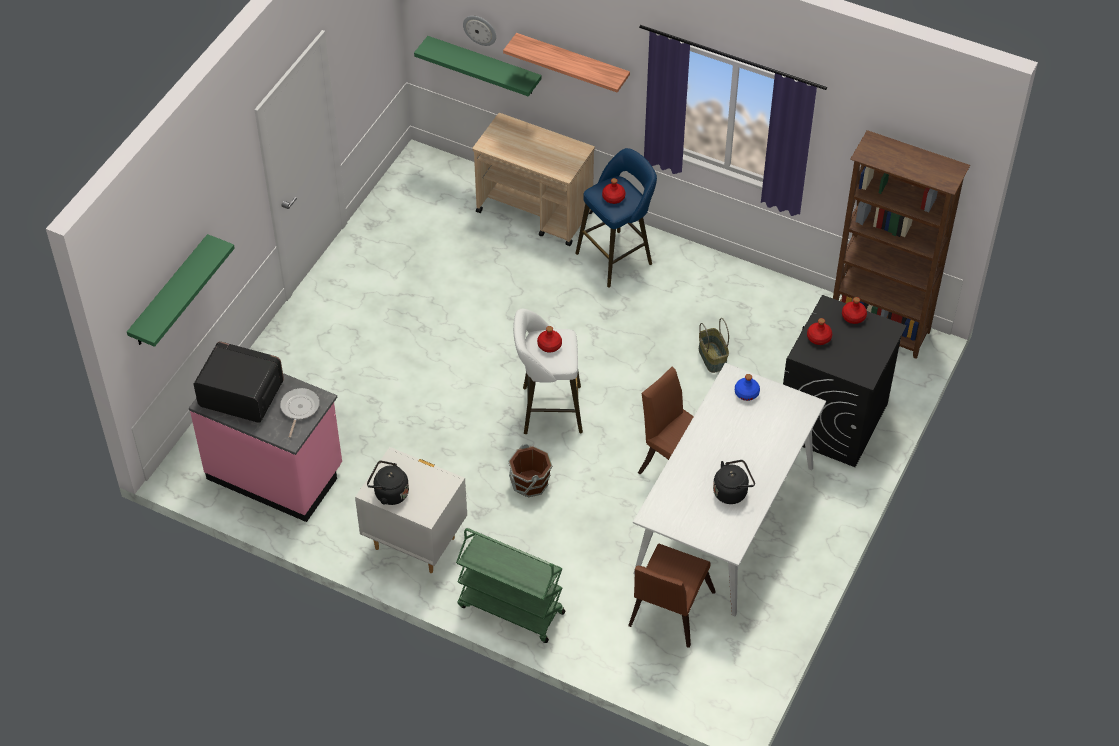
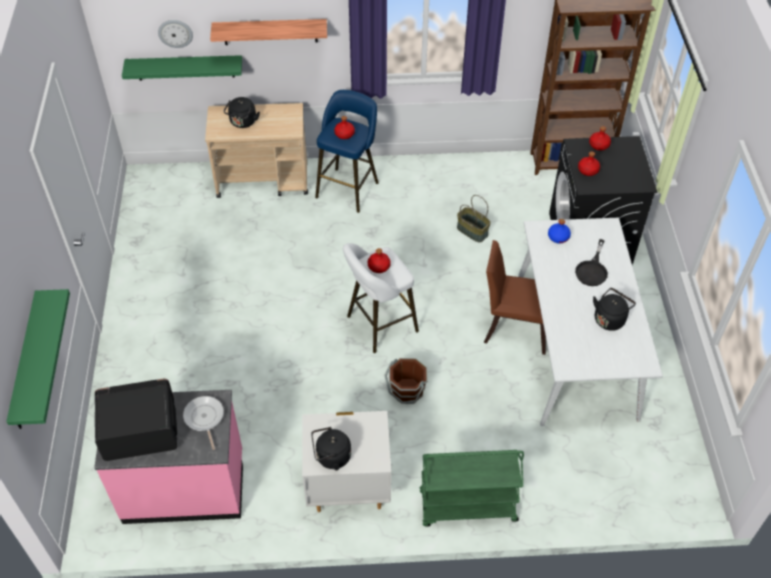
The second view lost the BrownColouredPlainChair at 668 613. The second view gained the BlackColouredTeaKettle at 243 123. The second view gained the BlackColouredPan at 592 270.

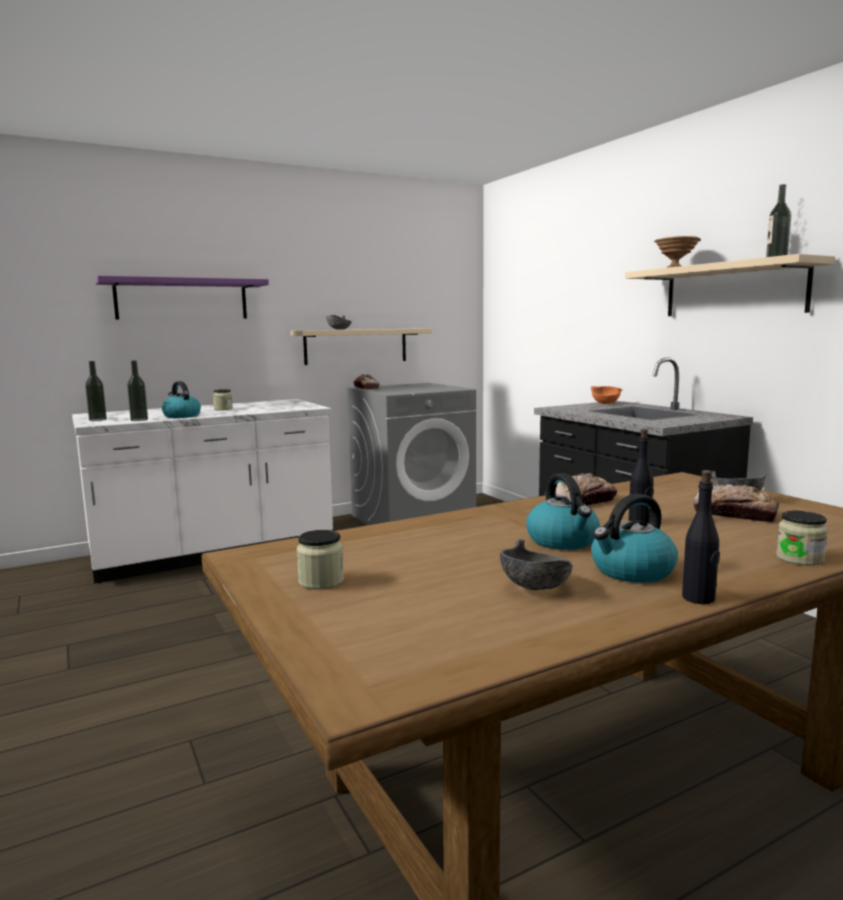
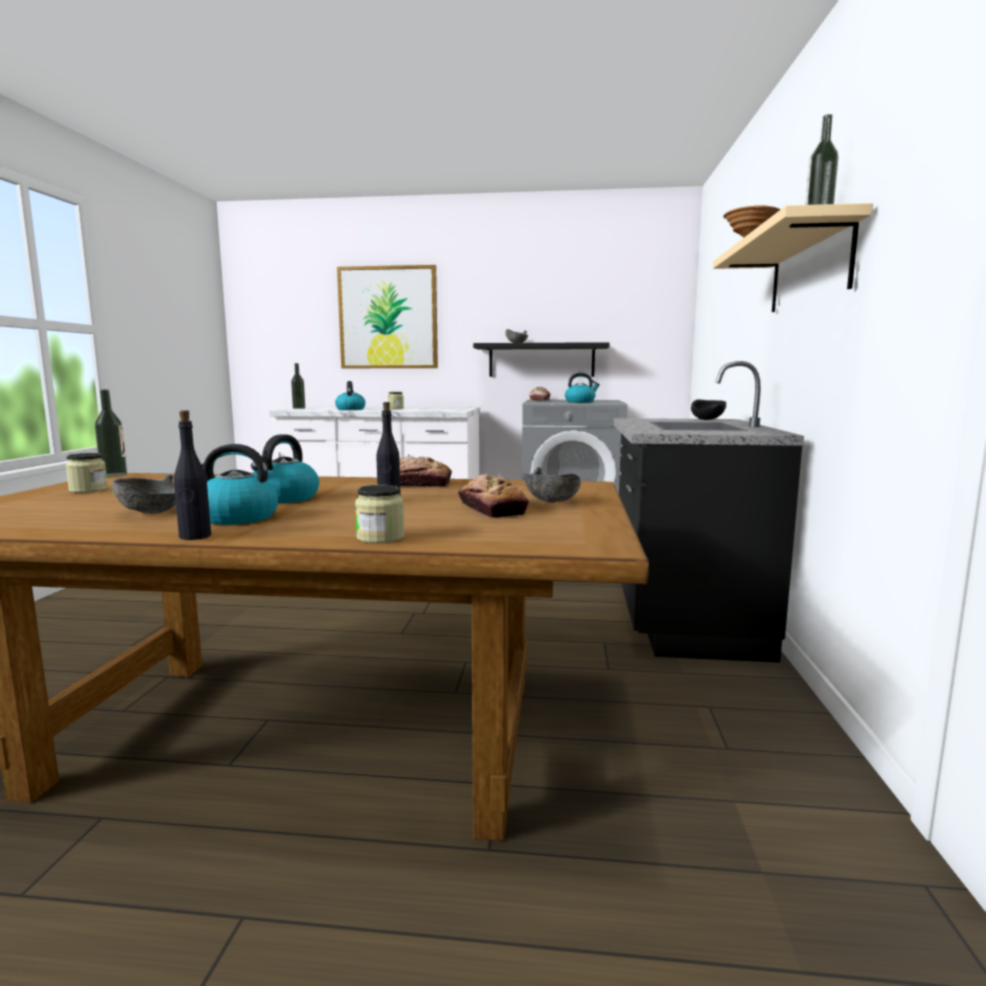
The second view gained the TeaKettle at 580 402. The DrinkBottle ended up elsewhere, having gone from 139 420 to 114 475. Where the PurpleWallShelf hung at 182 299, the WallPicture came to hang at 388 318. What was the BeigeColouredWallShelf at 356 346 turned into the BlackColouredWallShelf at 541 360. What was the OrangeBowl at 605 403 turned into the BlackColouredBowl at 707 419.

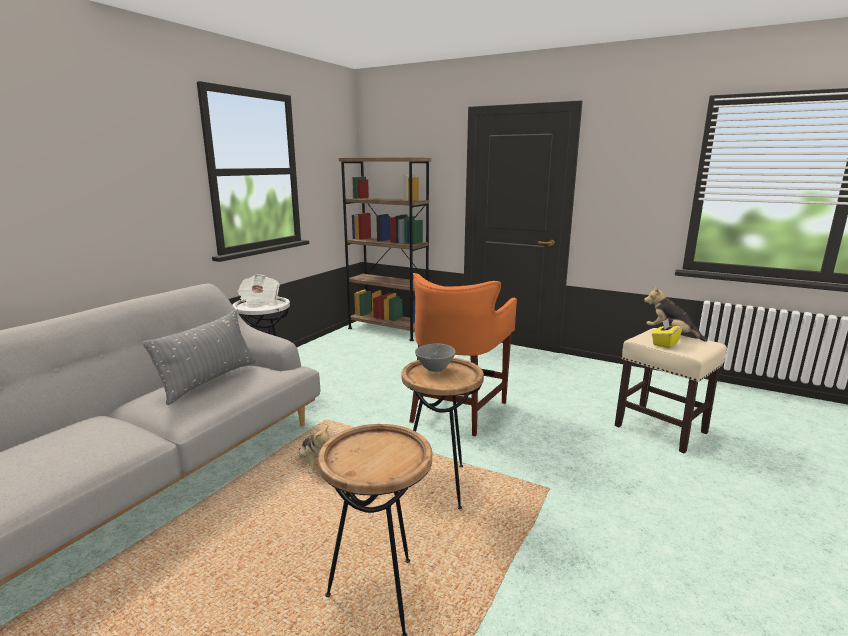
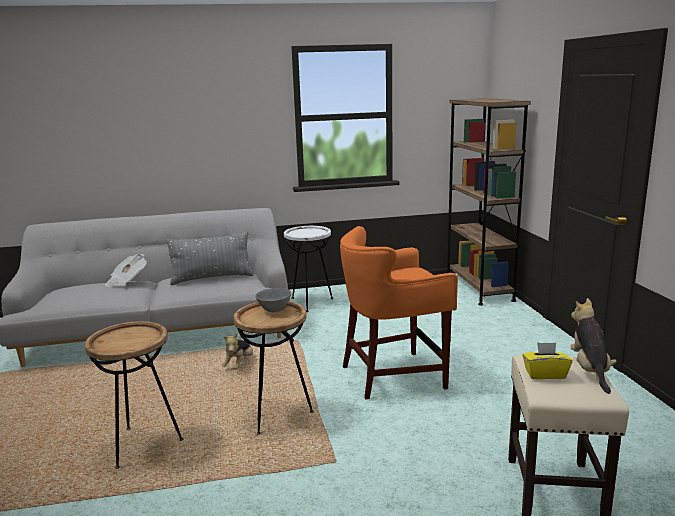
The DailyPaper ended up elsewhere, having gone from 259 302 to 127 281.

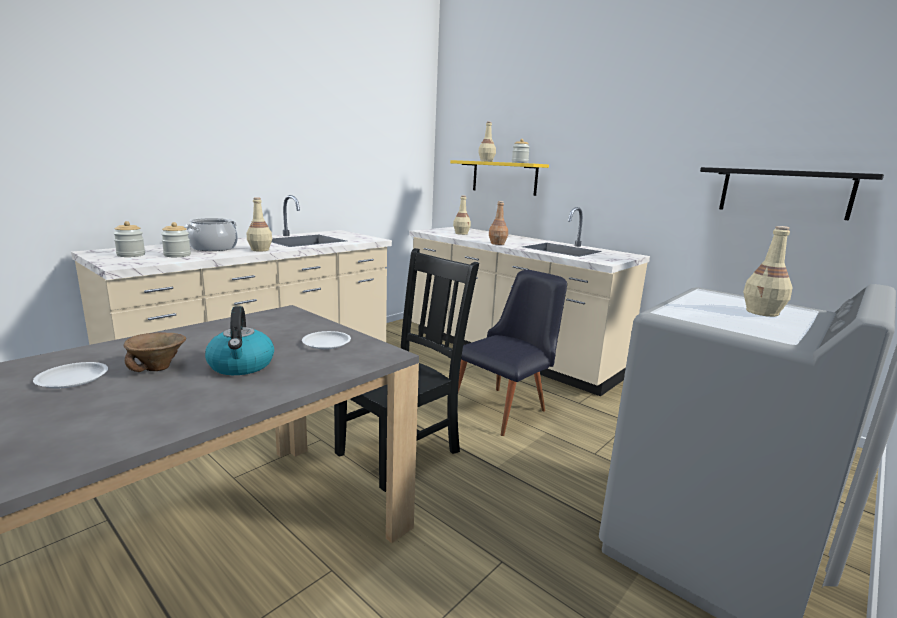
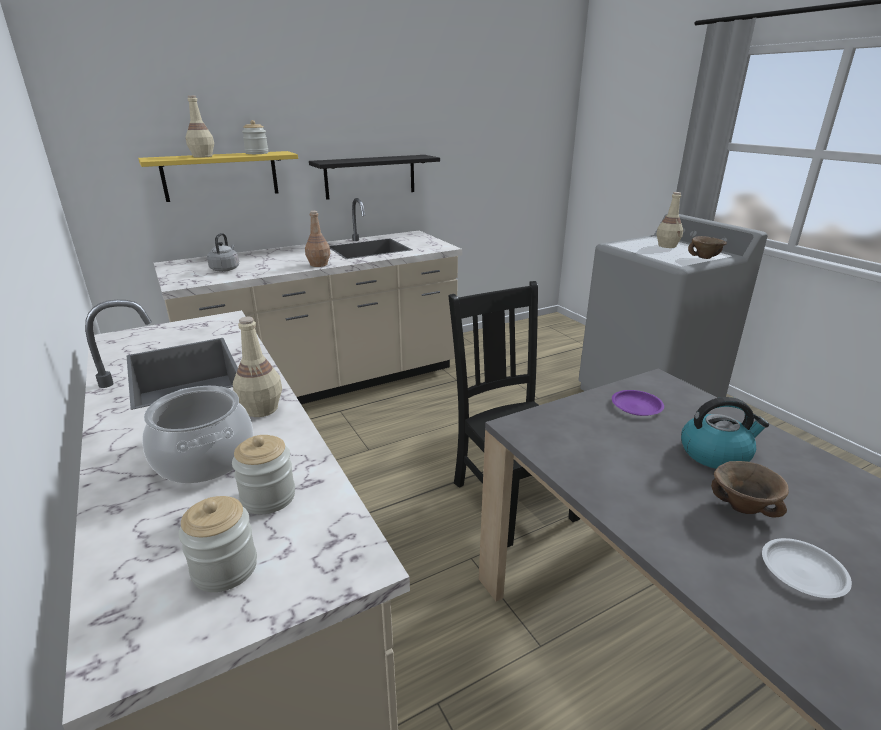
The second view lost the BlackColouredPlainChair at 506 407. The second view gained the BrownColouredBowl at 704 258. The BlackColouredWallShelf ended up elsewhere, having gone from 784 193 to 370 176. Where the BeigeColouredDrinkBottle stood at 461 233, the GreyishTeaKettle came to stand at 225 269. What was the WhiteColouredFlatDish at 327 343 turned into the PurpleFlatDish at 637 406.

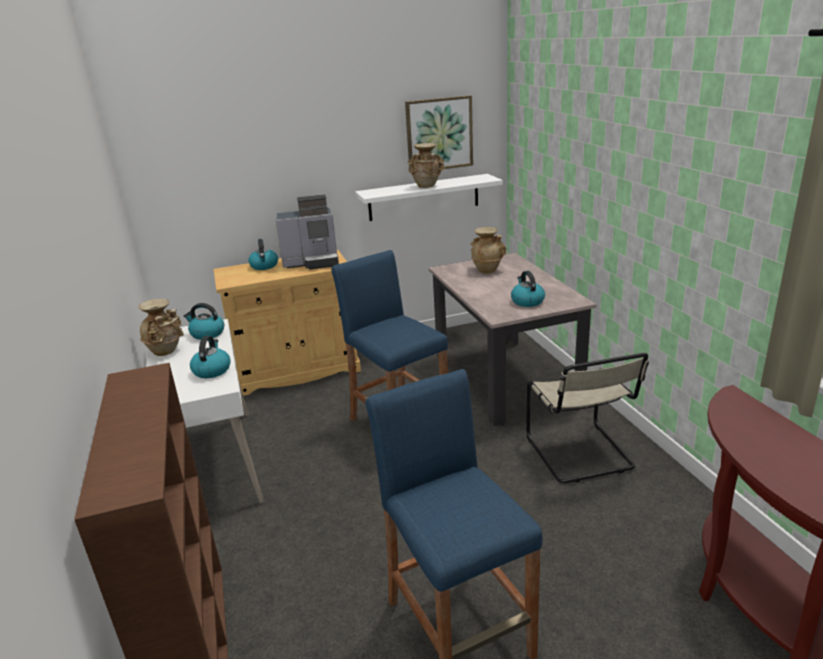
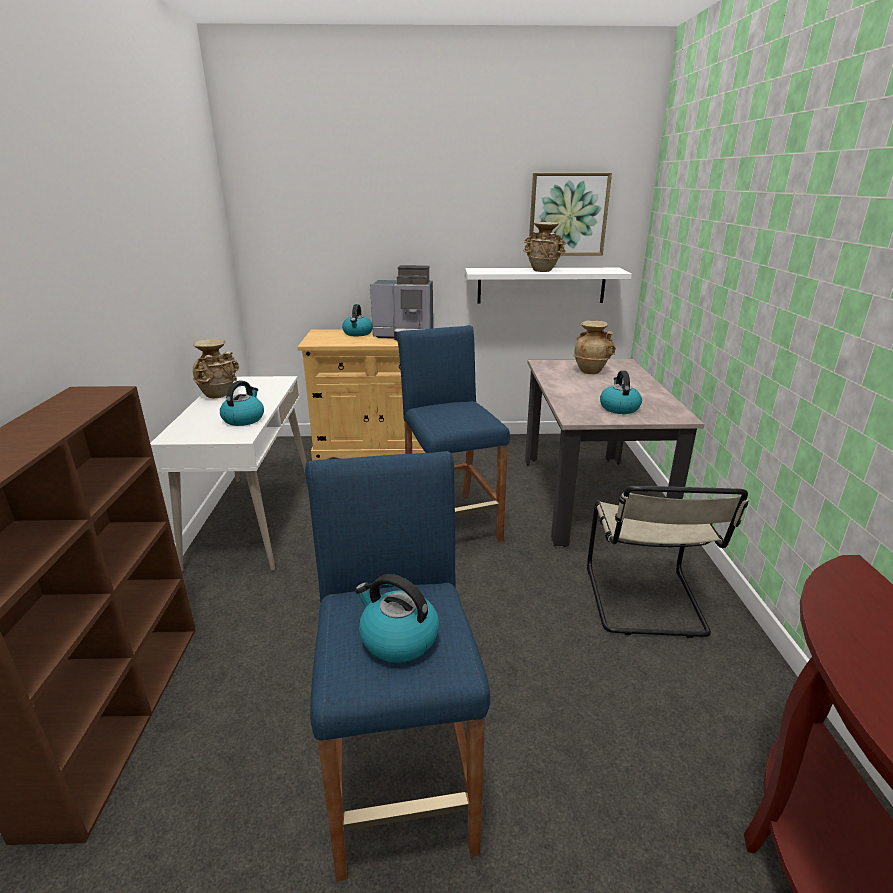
The TeaKettle ended up elsewhere, having gone from 207 334 to 398 638.

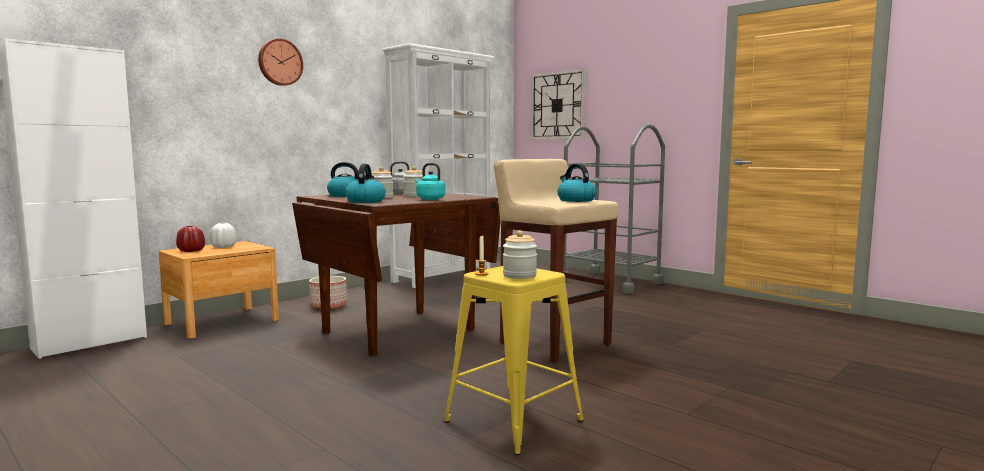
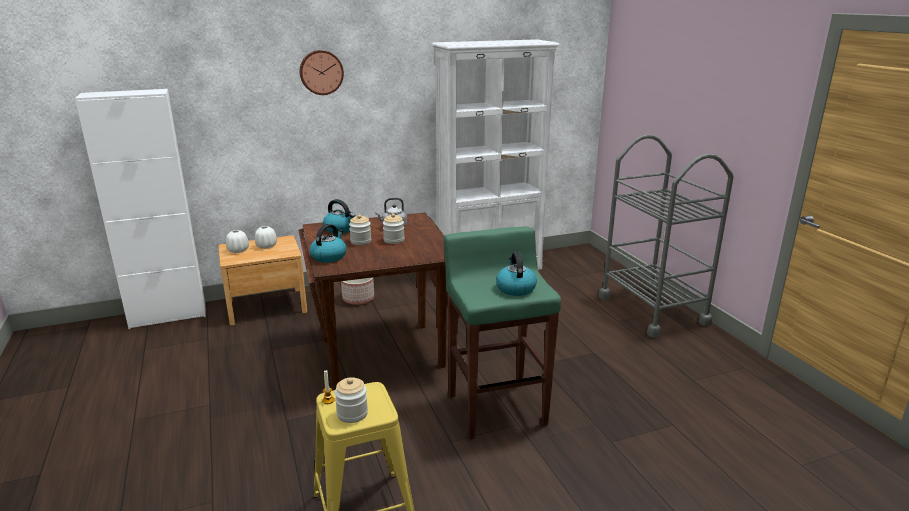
The second view lost the BlueGreenTeaKettle at 429 199. The second view lost the ClockOnTheWall at 557 105. What was the RedDecorativeVase at 191 251 turned into the WhiteColouredDecorativeVase at 238 250. What was the BeigeColouredStool at 554 343 turned into the GreenColouredStool at 496 408.

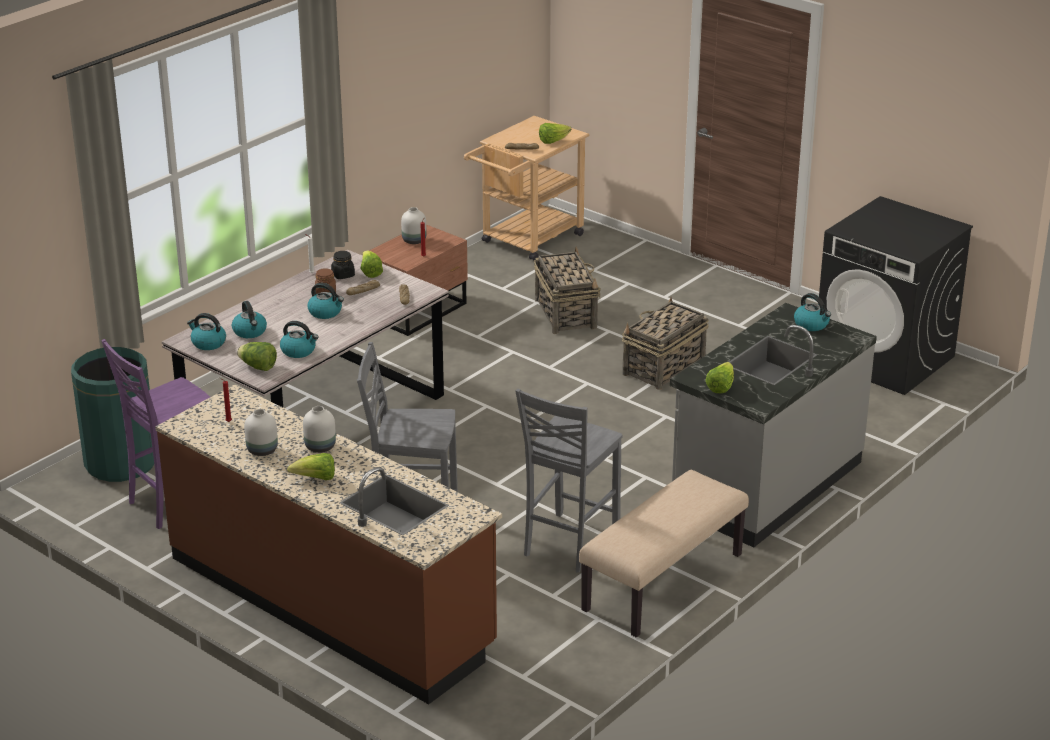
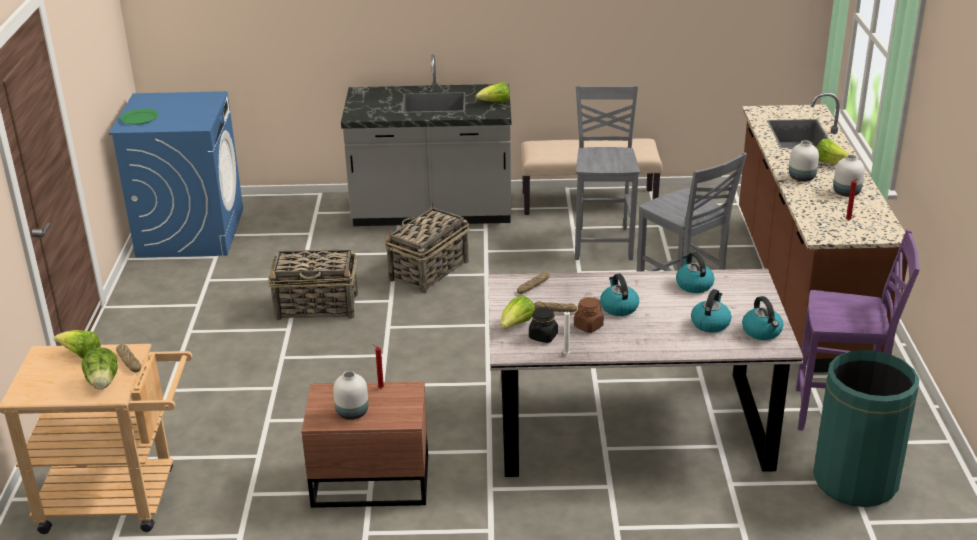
The second view lost the TeaKettle at 812 324. The second view gained the GreenColouredFlatDish at 140 118. The HeadOfLettuce ended up elsewhere, having gone from 258 367 to 103 383. The Basket ended up elsewhere, having gone from 565 313 to 428 271. What was the BlackColouredLaundryMachine at 885 358 turned into the BlueLaundryMachine at 190 232. The GreyishPlainChair at 568 544 ended up facing another way, 75 degrees counterclockwise from before.

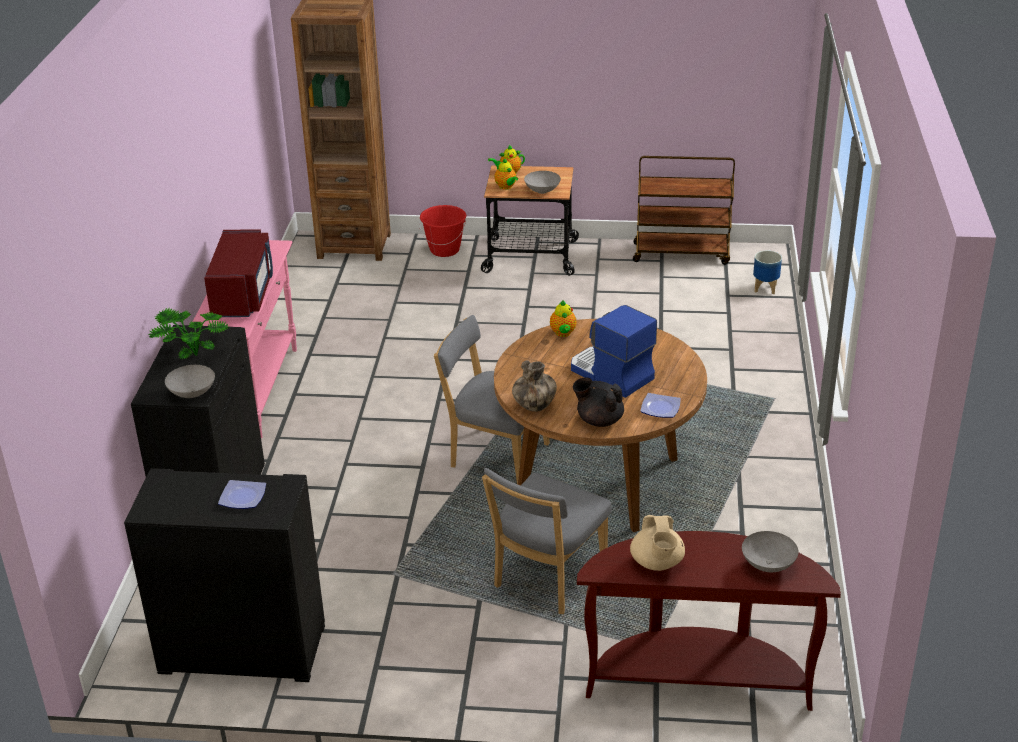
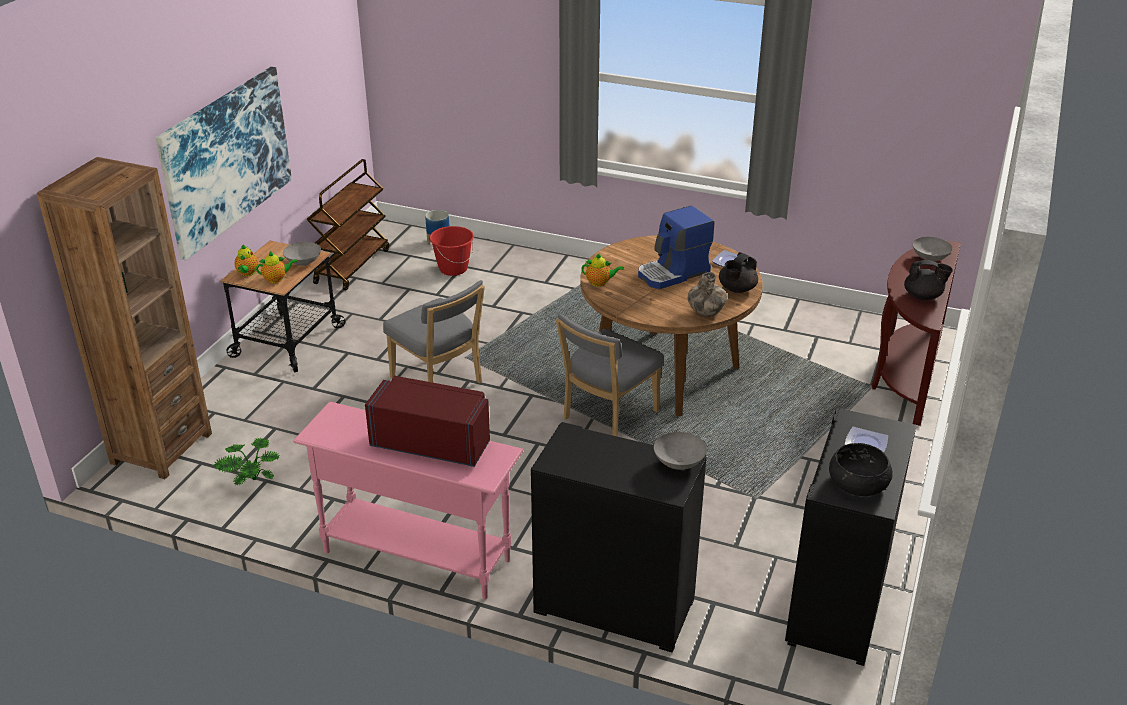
The second view gained the WallPicture at 226 159. The second view gained the BlackColouredBowl at 858 482. The PottedPlant ended up elsewhere, having gone from 193 354 to 250 482. The RedPail ended up elsewhere, having gone from 445 250 to 453 269. The GreyishPlainChair ended up elsewhere, having gone from 546 579 to 439 382. What was the BeigeColouredTeaPot at 657 563 turned into the BlackColouredTeaPot at 923 296.

